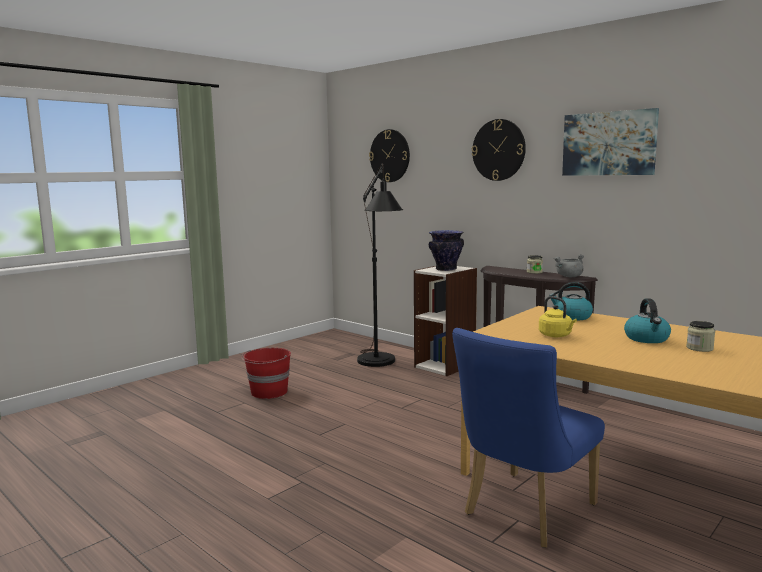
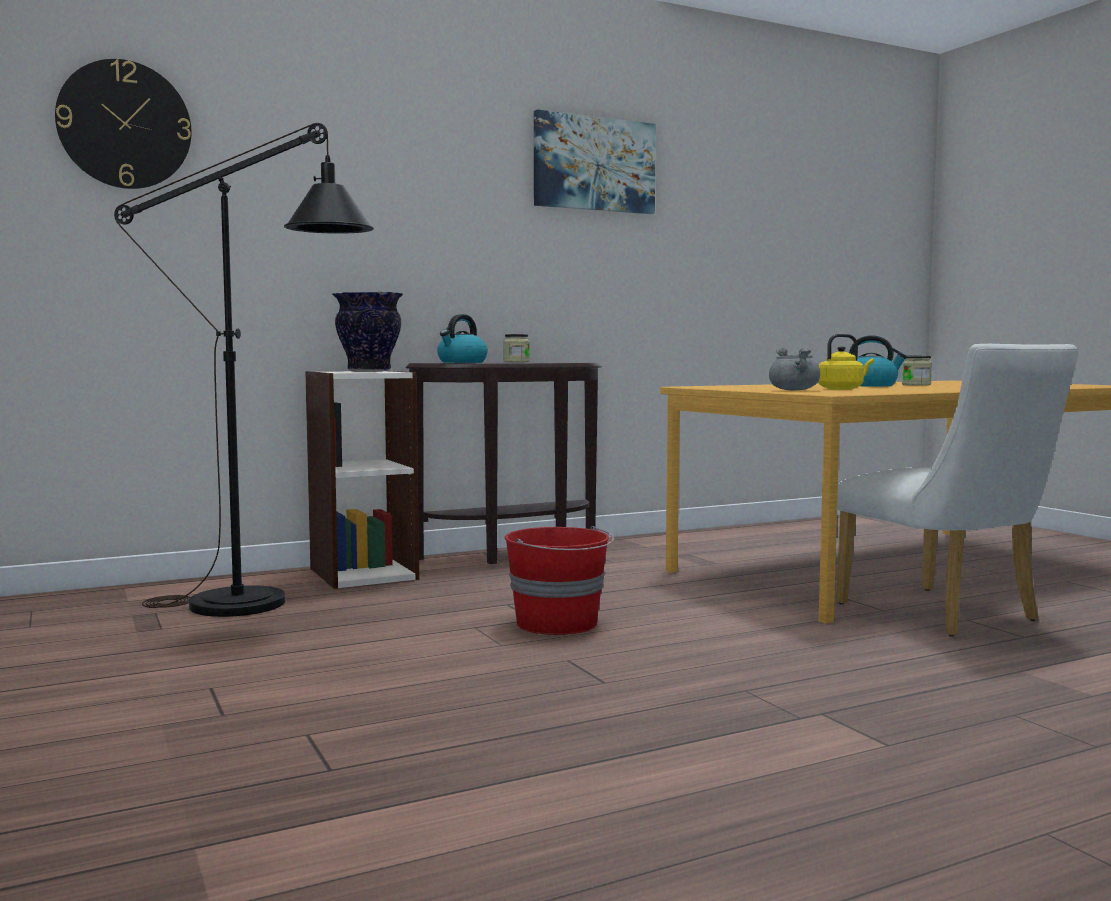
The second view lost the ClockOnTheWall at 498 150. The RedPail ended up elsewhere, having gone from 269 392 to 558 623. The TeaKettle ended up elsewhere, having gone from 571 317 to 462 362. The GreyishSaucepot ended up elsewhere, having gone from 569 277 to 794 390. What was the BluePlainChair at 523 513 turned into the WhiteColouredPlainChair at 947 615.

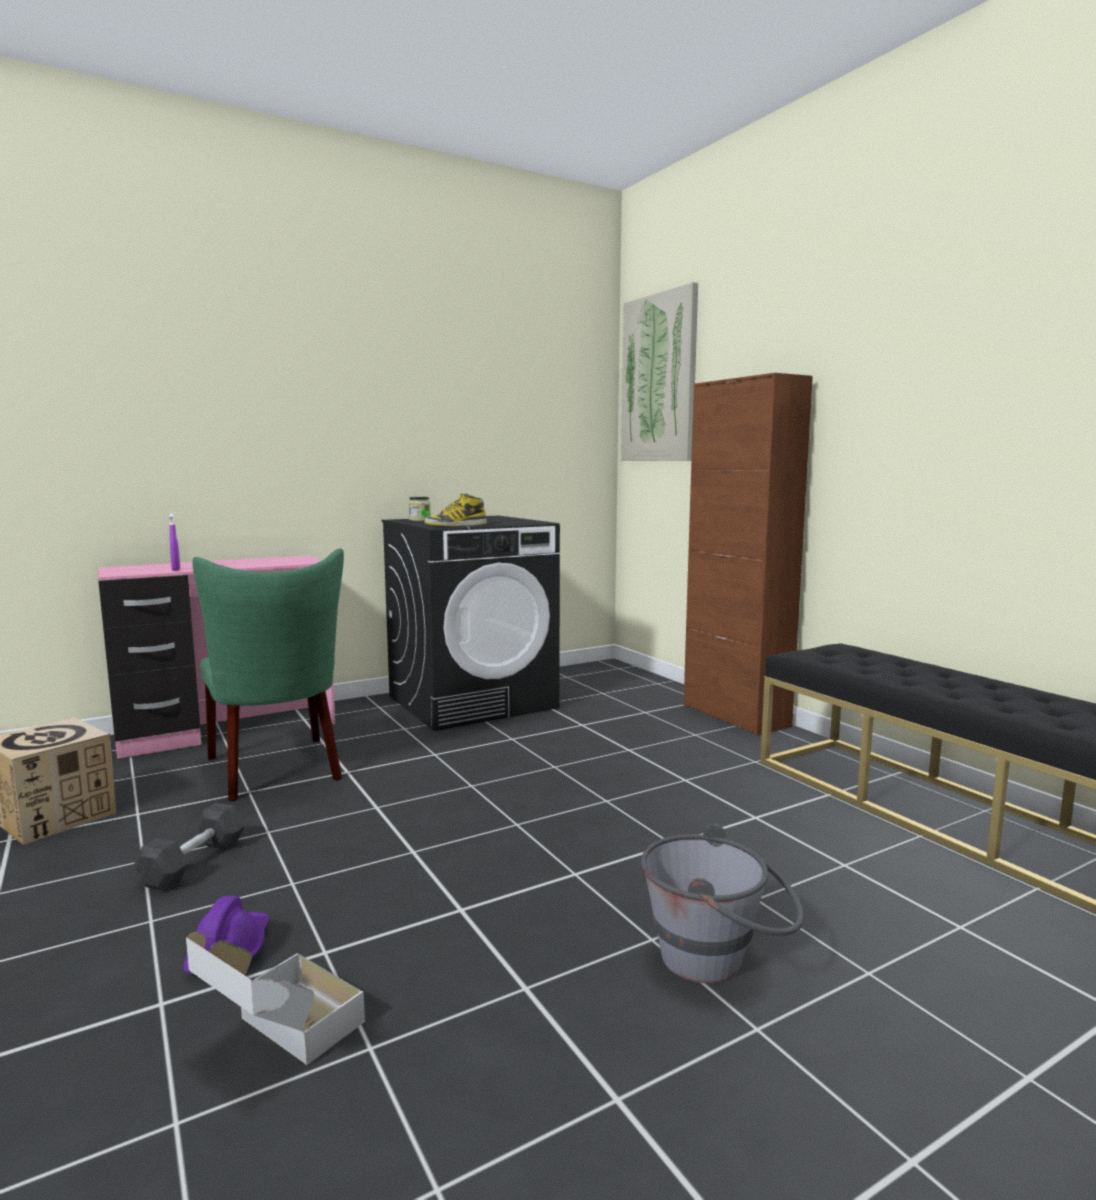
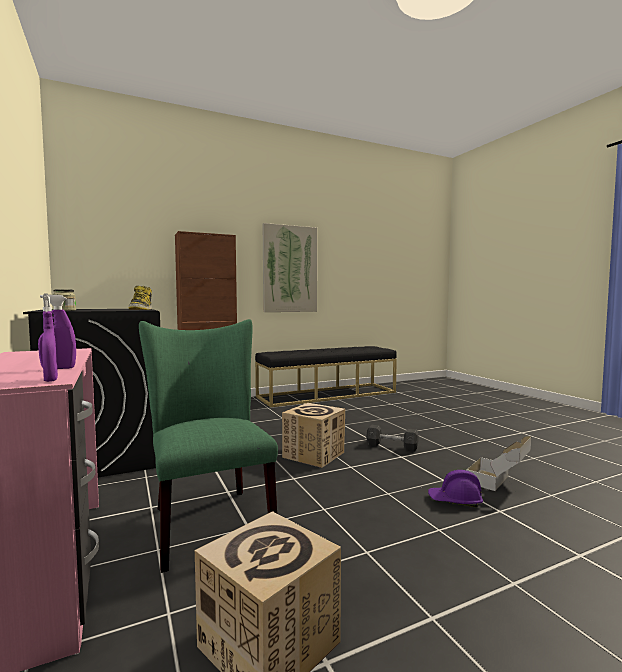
The second view lost the GreyishPail at 719 960. The second view gained the PurpleSprayer at 51 380. The second view gained the CardboardBox at 314 455. The GreyishHandWeight ended up elsewhere, having gone from 194 863 to 392 446. The WallPicture ended up elsewhere, having gone from 659 378 to 290 269. The GreenColouredPlainChair at 278 771 ended up facing another way, 90 degrees counterclockwise from before.

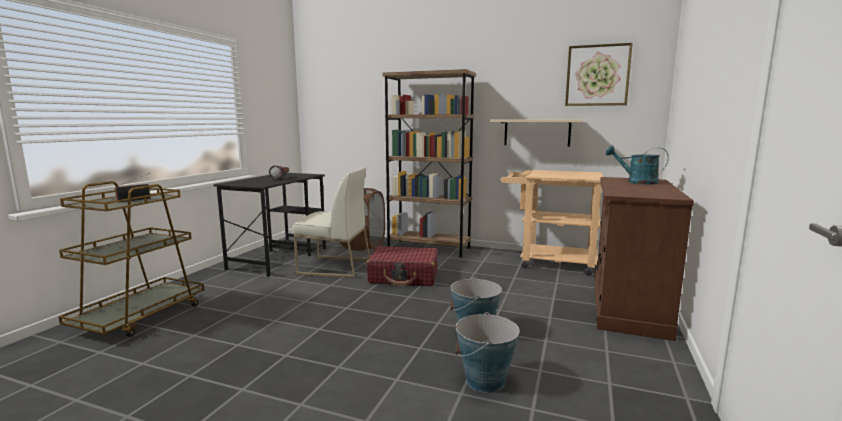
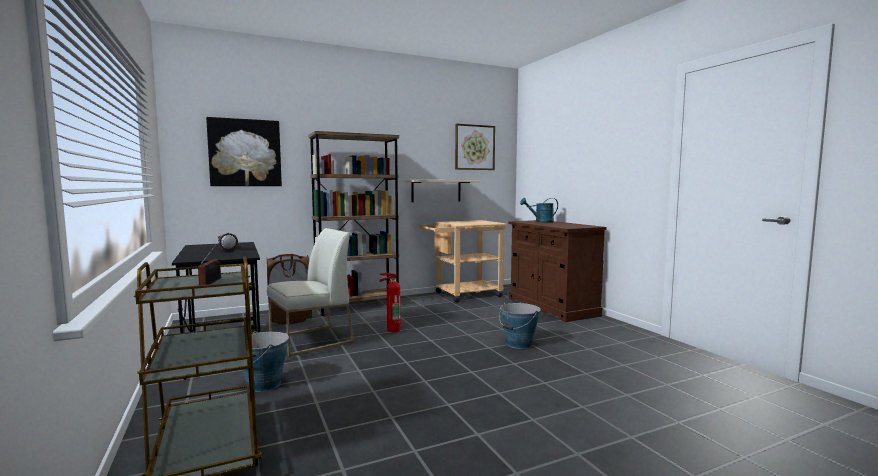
The second view gained the WallPicture at 245 153. The Pail ended up elsewhere, having gone from 485 381 to 264 385. Where the RedTravelCase stood at 404 276, the FireExtinguisher came to stand at 392 329.

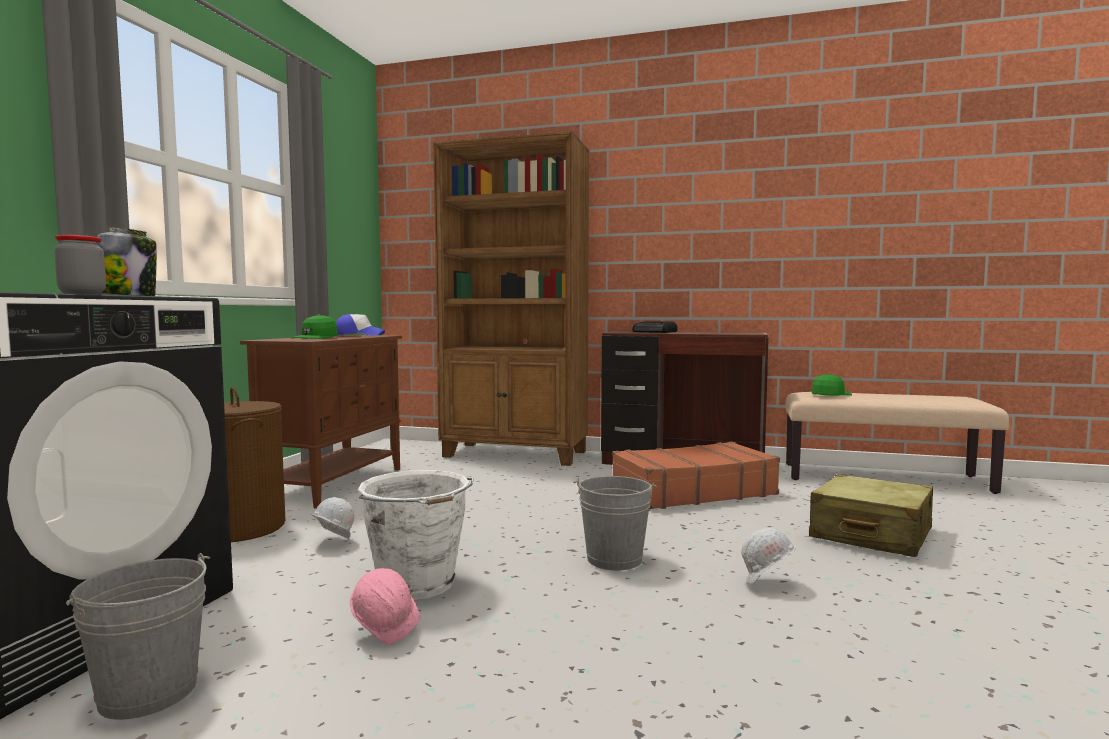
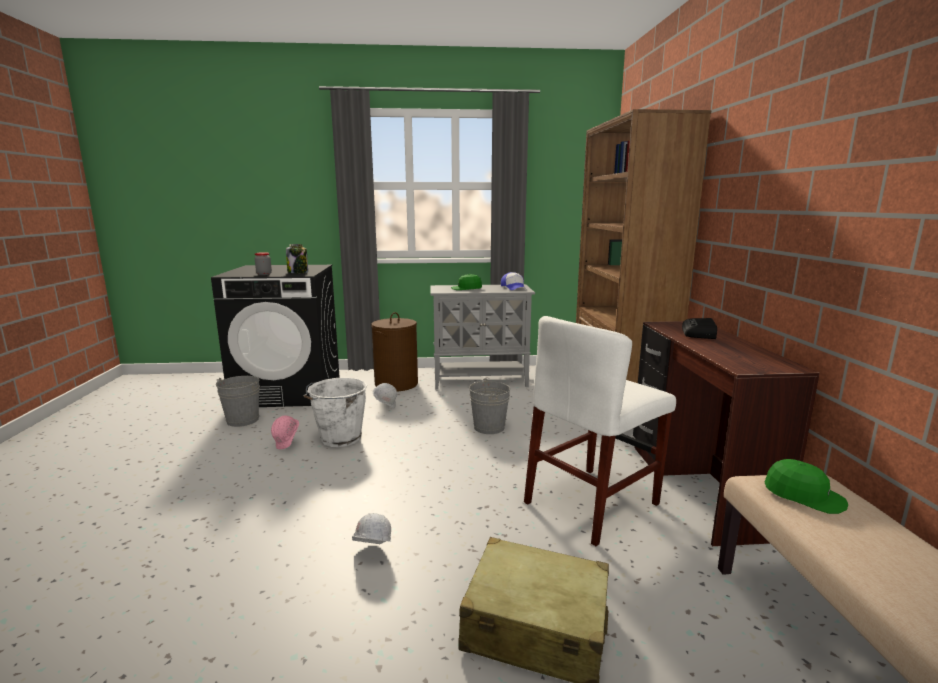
The GreyishPail ended up elsewhere, having gone from 614 559 to 489 427. Where the BrownColouredTravelCase stood at 692 491, the WhiteColouredPlainChair came to stand at 592 503. What was the BrownColouredCabinet at 334 484 turned into the GreyishCabinet at 481 380.

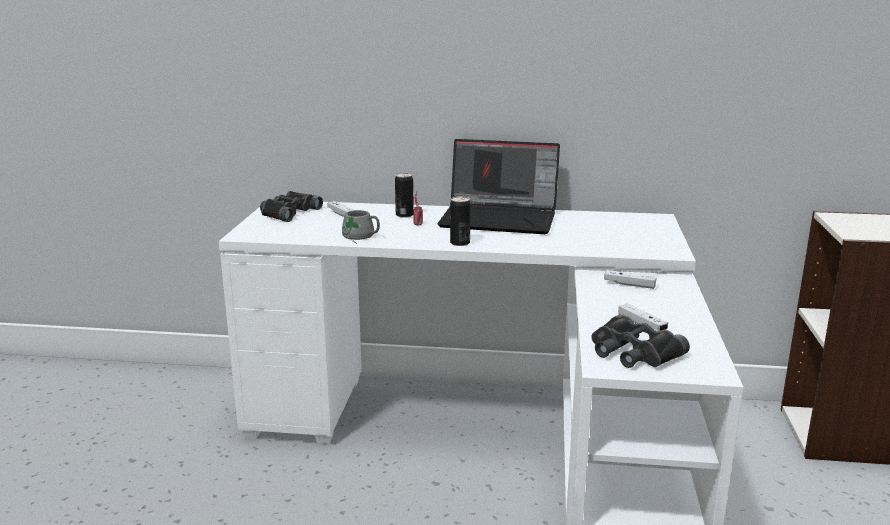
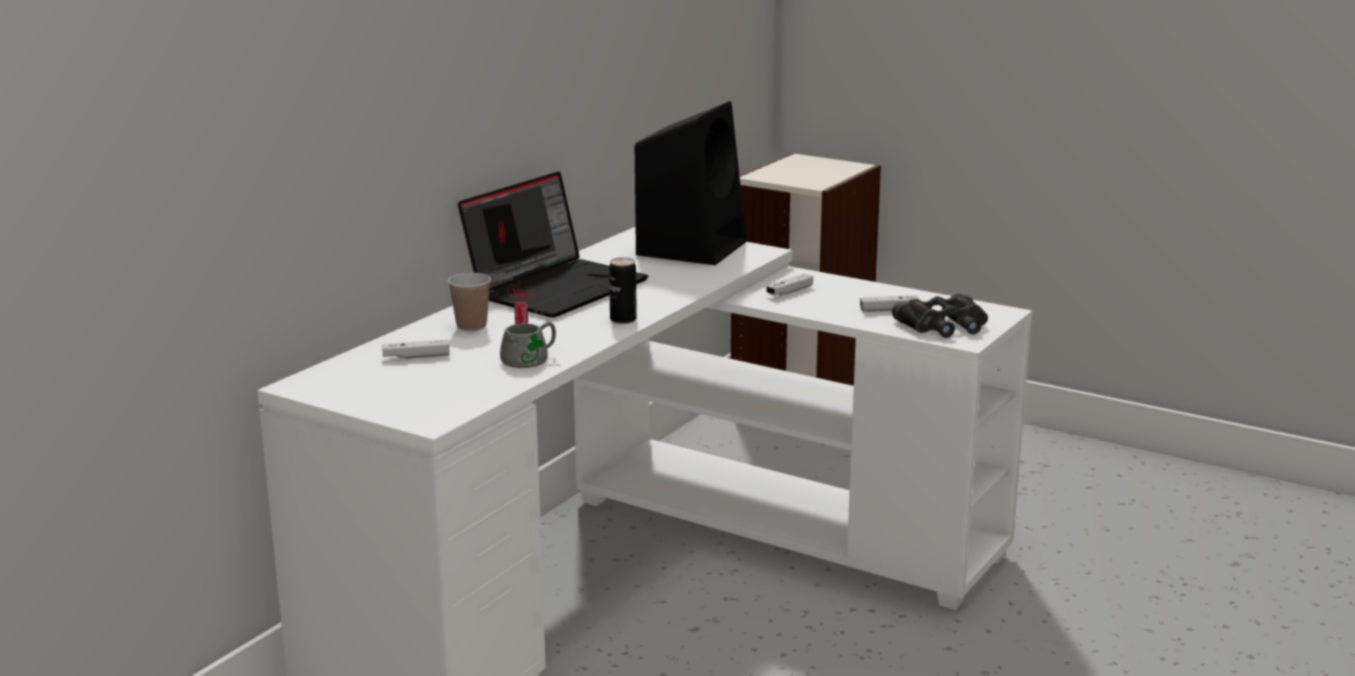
The second view lost the BlackColouredPairOfBinoculars at 288 212. The second view gained the BlackColouredLoudspeaker at 692 247. Where the Can stood at 404 215, the Cup came to stand at 471 326.

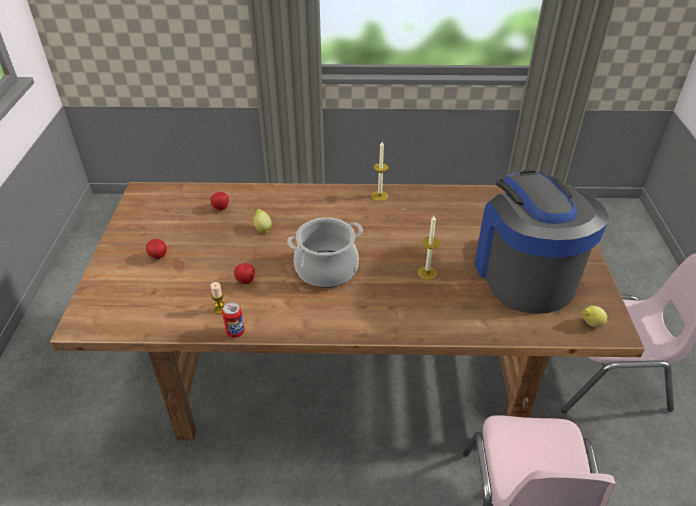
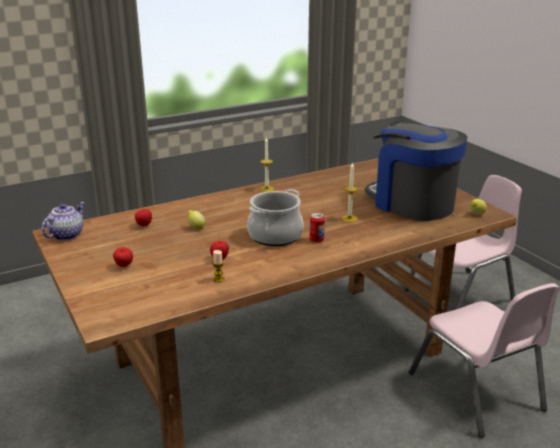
The second view gained the TeaPot at 66 235. The Can ended up elsewhere, having gone from 235 332 to 316 240.

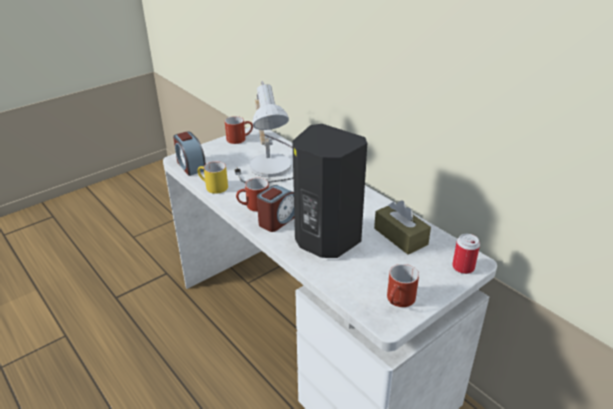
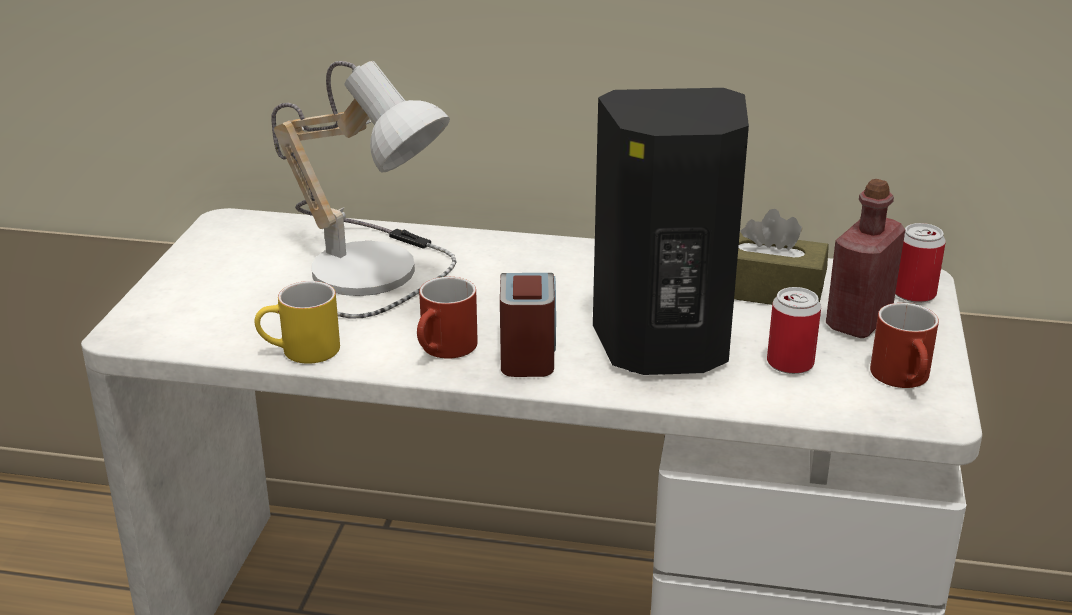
The second view lost the AlarmClock at 190 165. The second view lost the RedCoffeeMug at 239 138. The second view gained the Can at 790 363. The second view gained the RedDrinkBottle at 858 321.

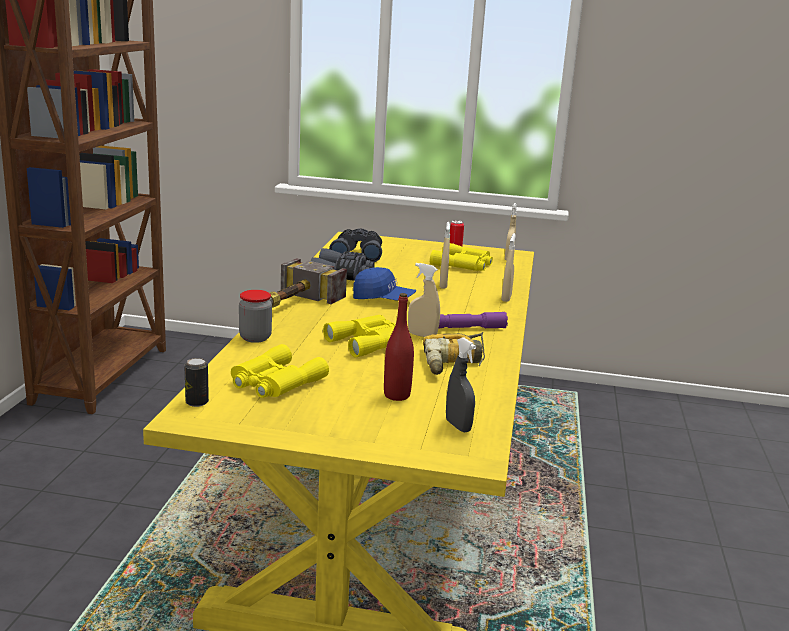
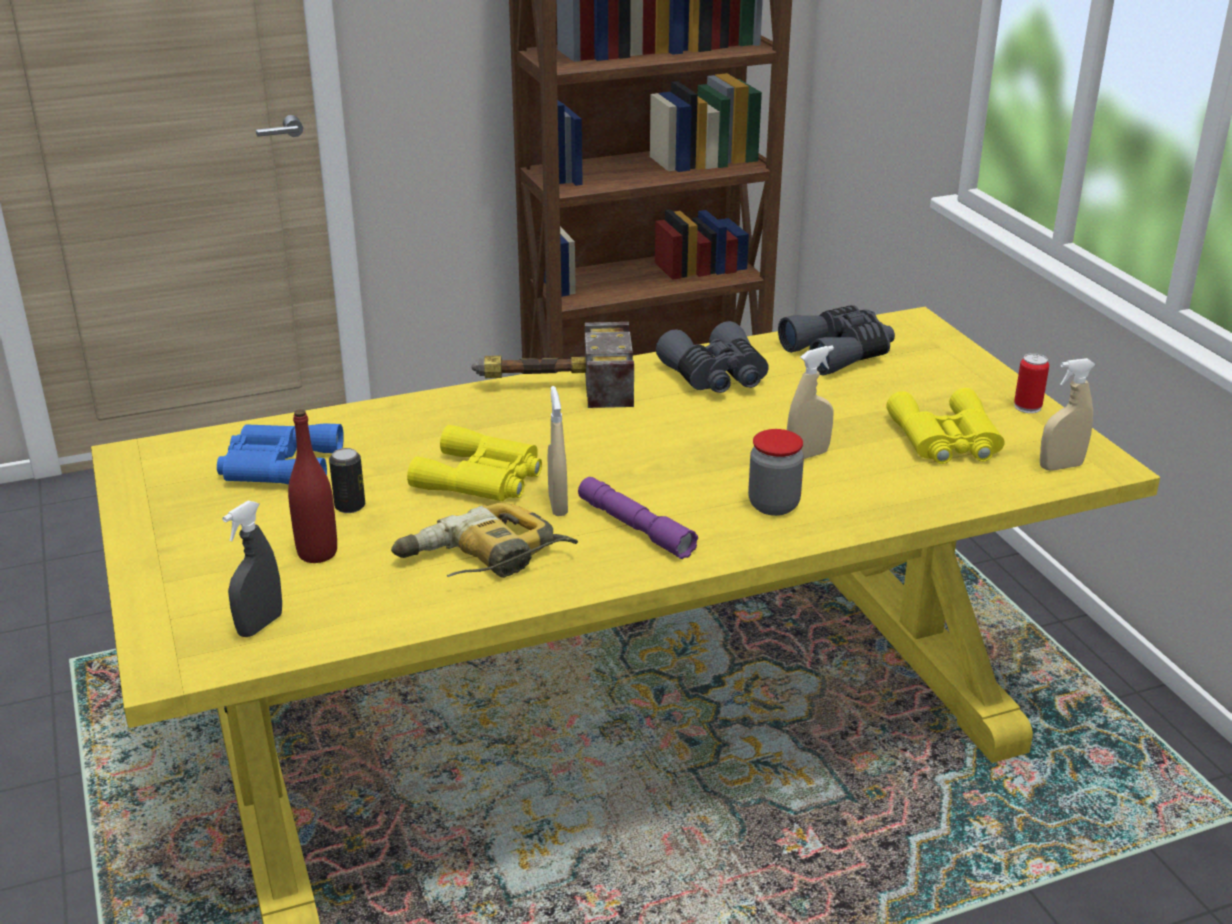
The second view lost the BlueCap at 383 299. The second view lost the BeigeColouredSprayer at 506 298. The Can ended up elsewhere, having gone from 197 402 to 350 506. The StorageJar ended up elsewhere, having gone from 255 338 to 773 505. What was the YellowPairOfBinoculars at 274 382 turned into the BluePairOfBinoculars at 278 466.

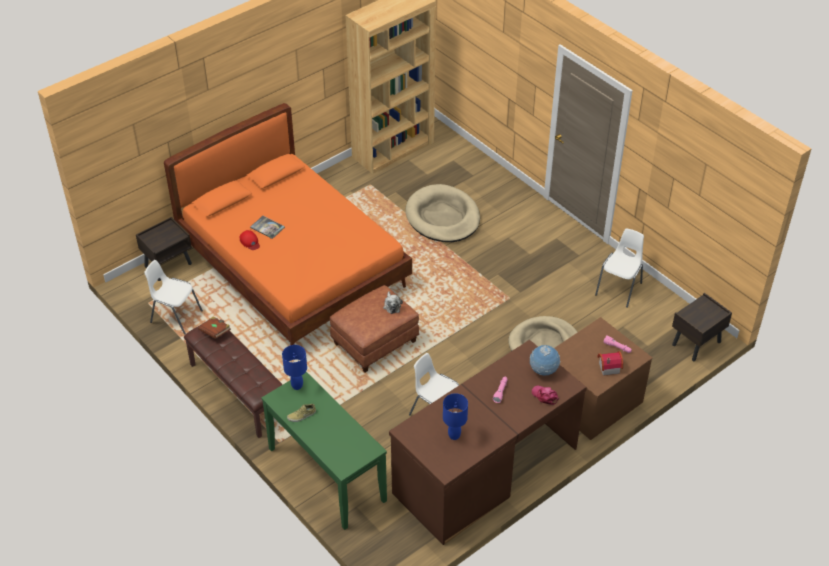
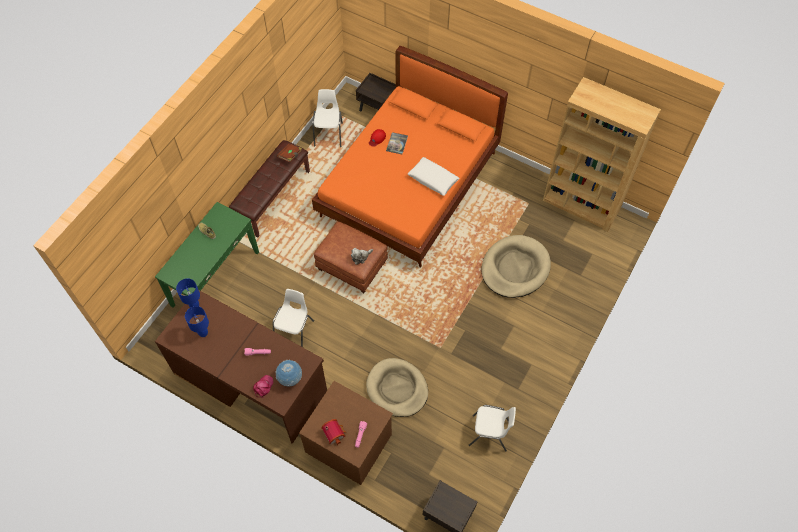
The second view gained the WhiteColouredCushion at 433 179. The BlueTabletopLamp ended up elsewhere, having gone from 297 386 to 194 306.

